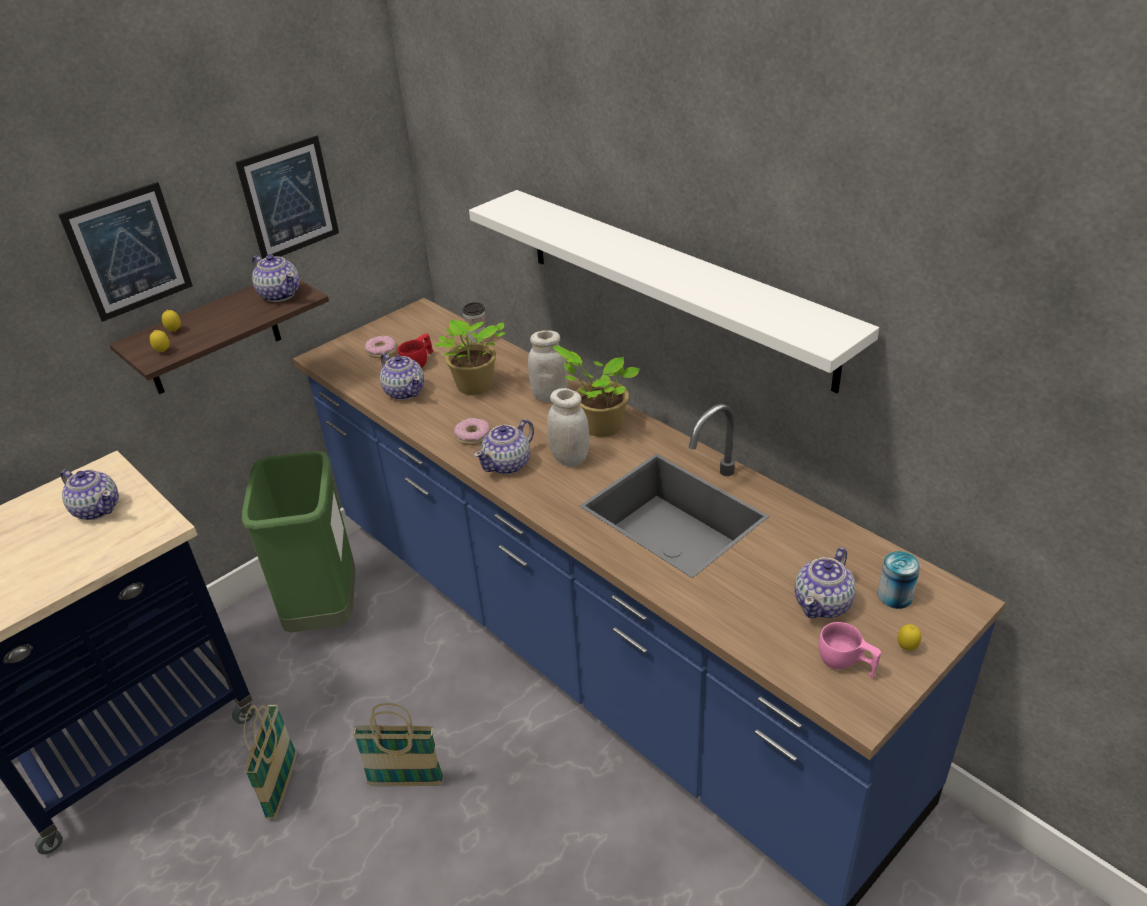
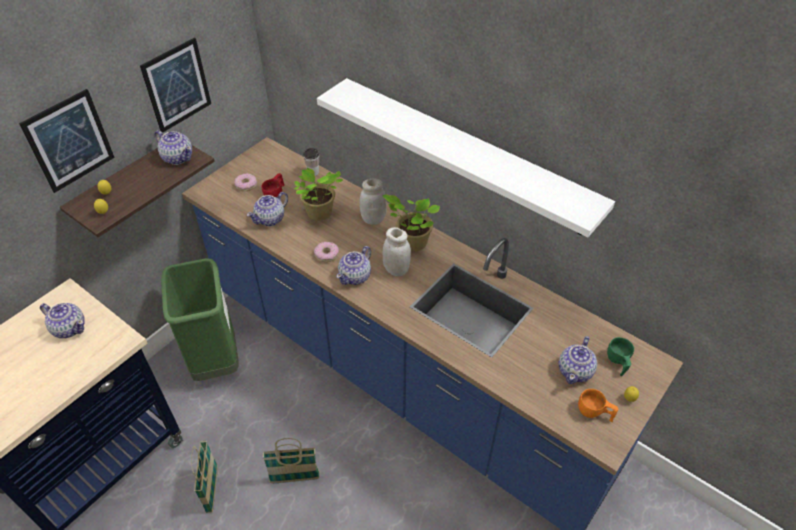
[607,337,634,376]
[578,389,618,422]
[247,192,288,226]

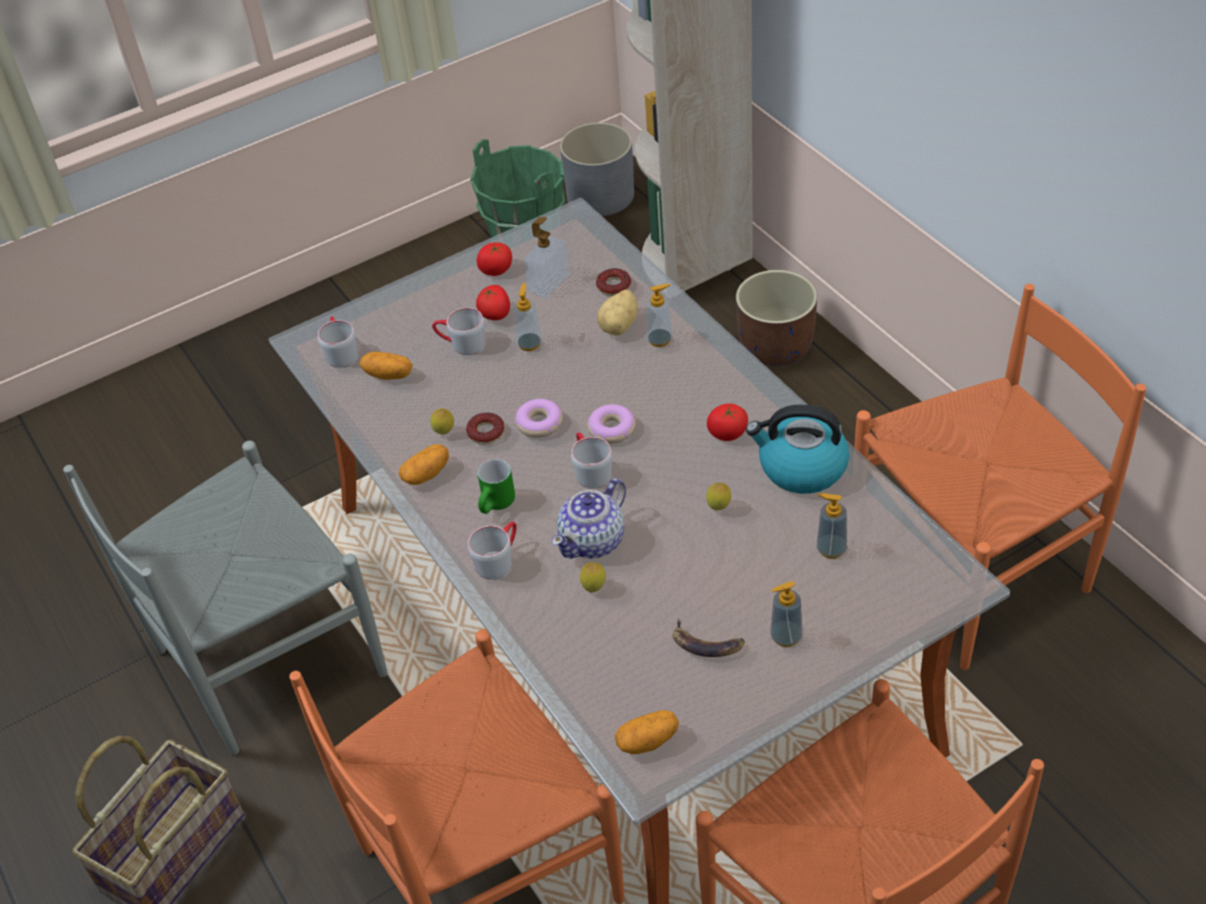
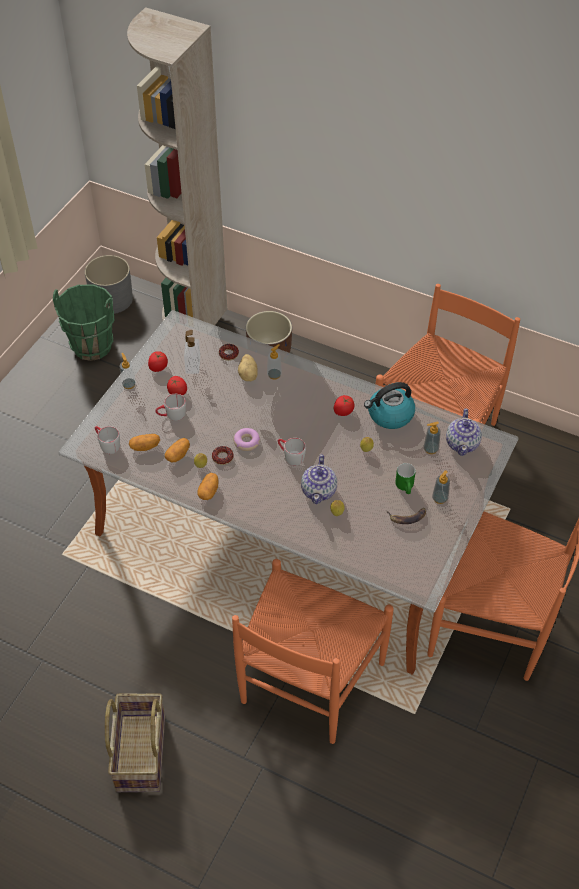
[63,441,388,755] (first image)
[468,522,517,580] (first image)
[587,404,636,444] (first image)
[446,409,482,456]
[395,463,415,494]
[120,353,136,389]
[165,438,190,462]

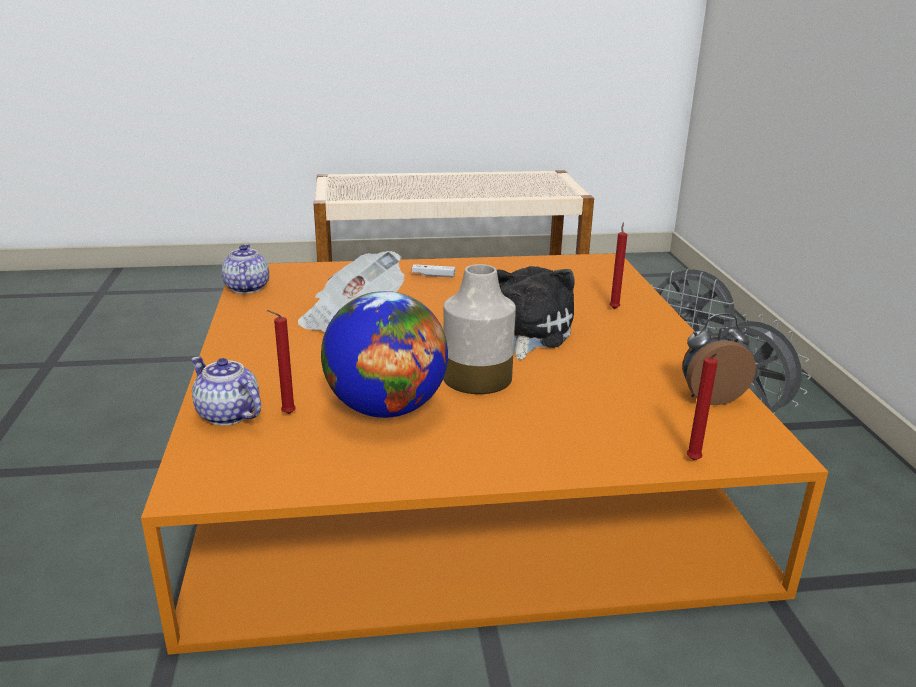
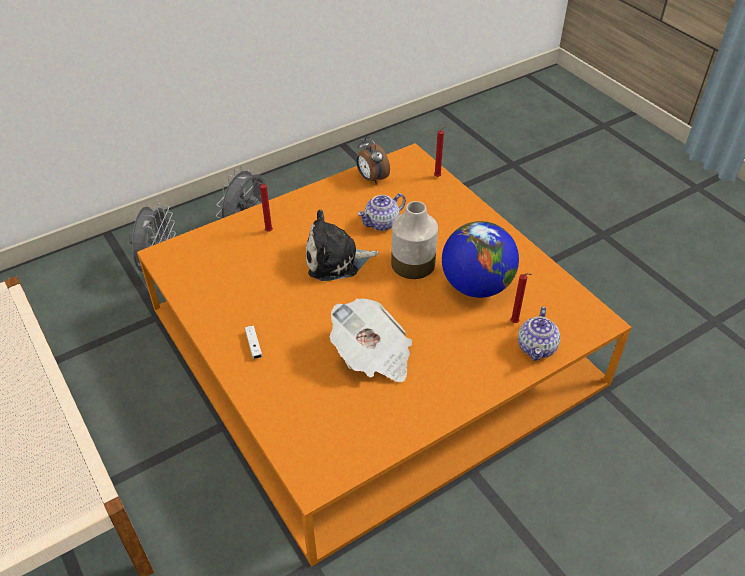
[358,193,406,231]

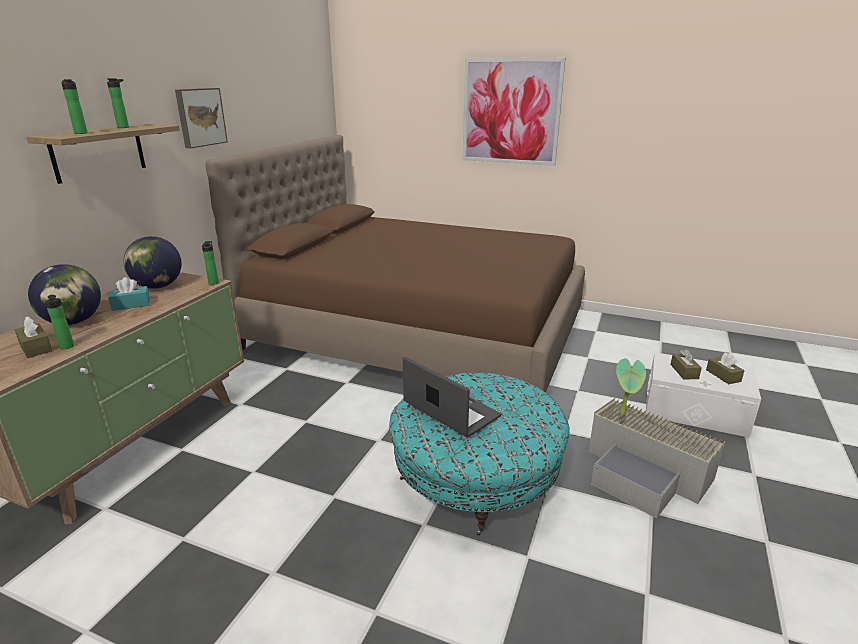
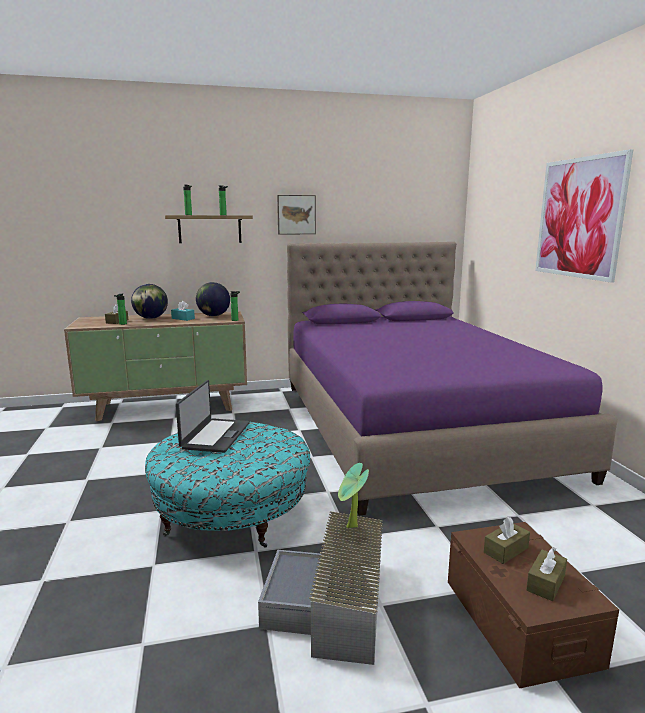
[287,242,618,516]
[448,522,619,688]

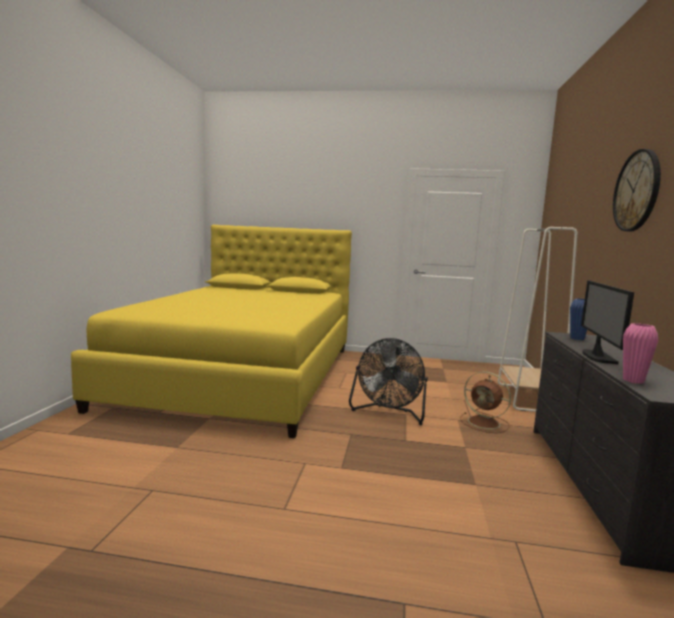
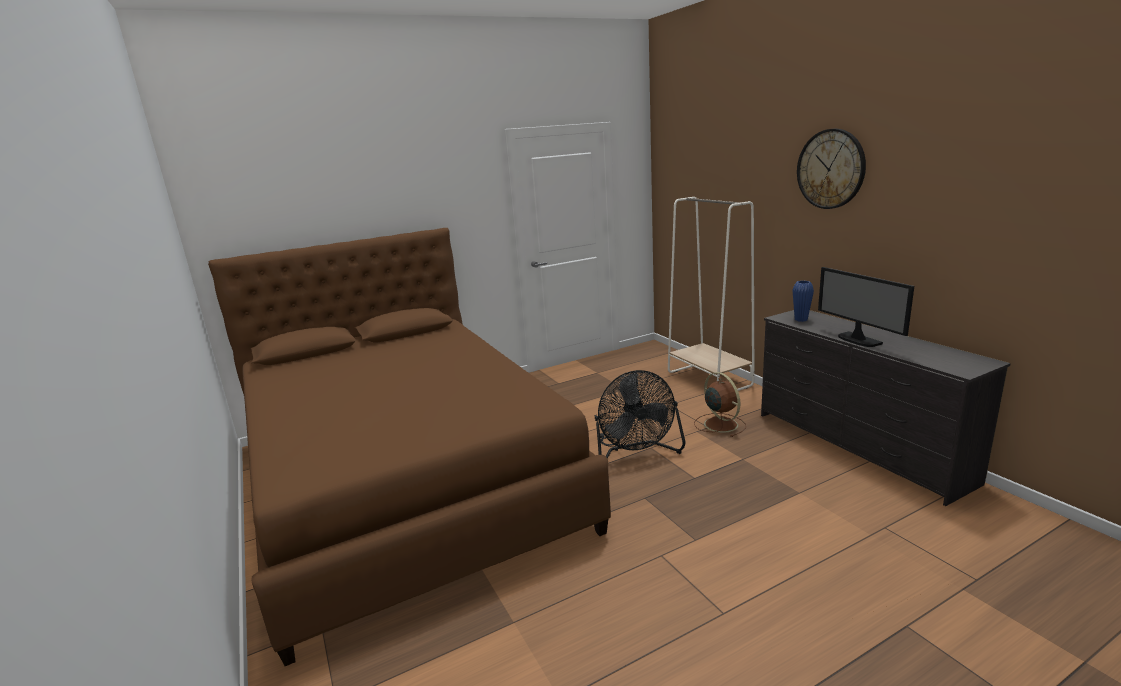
[623,323,659,384] (first image)
[208,228,611,666]
[694,372,746,437]

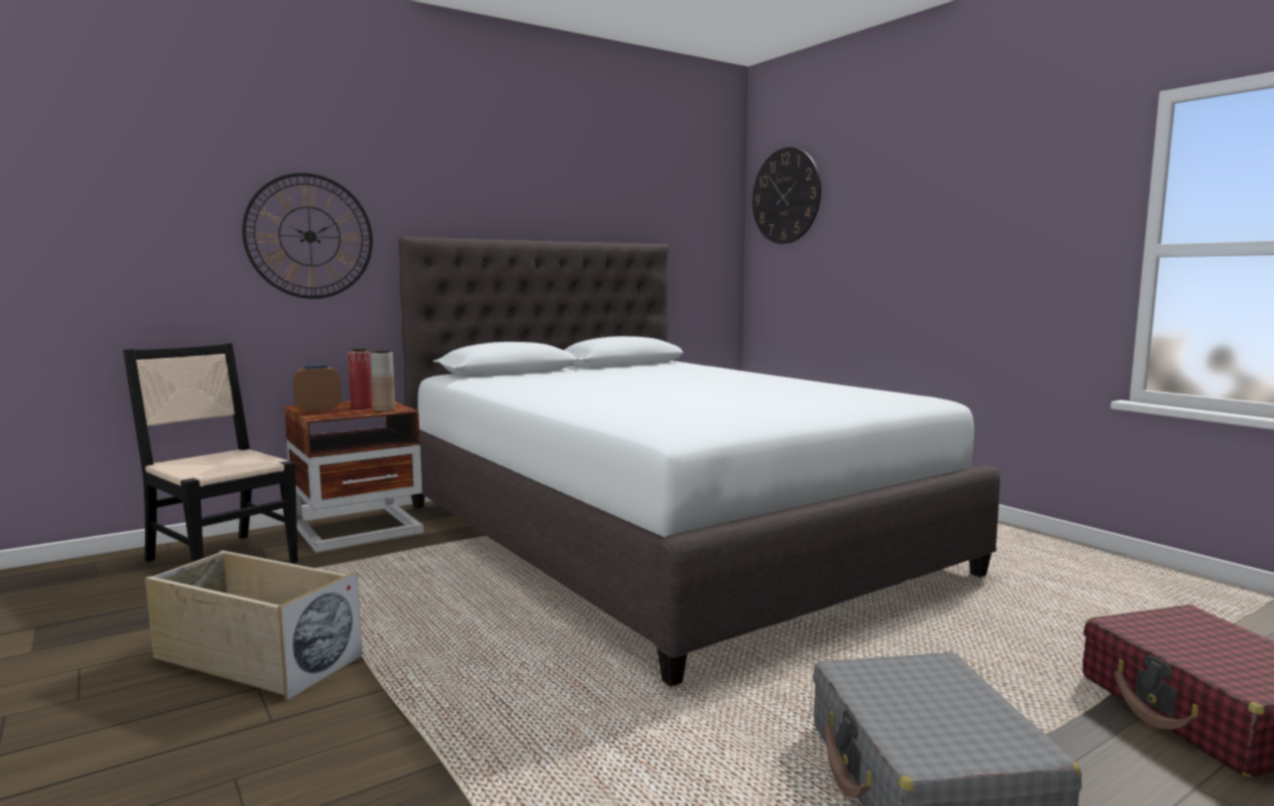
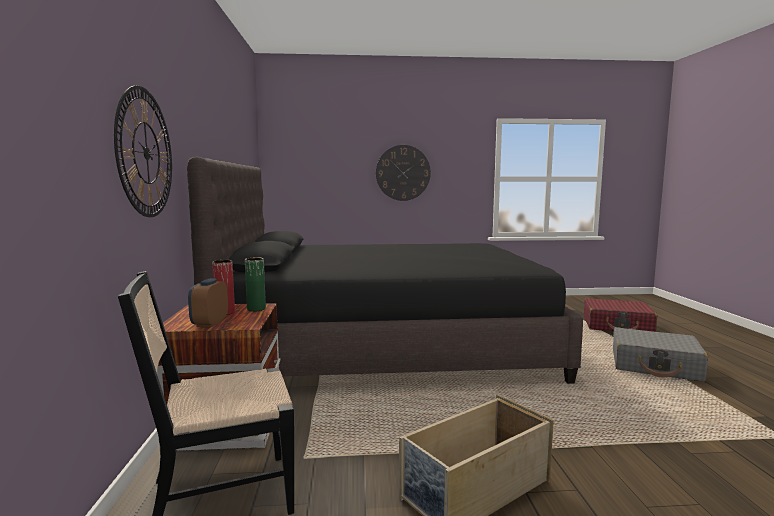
[376,145,431,201]
[245,257,266,311]
[187,157,583,384]

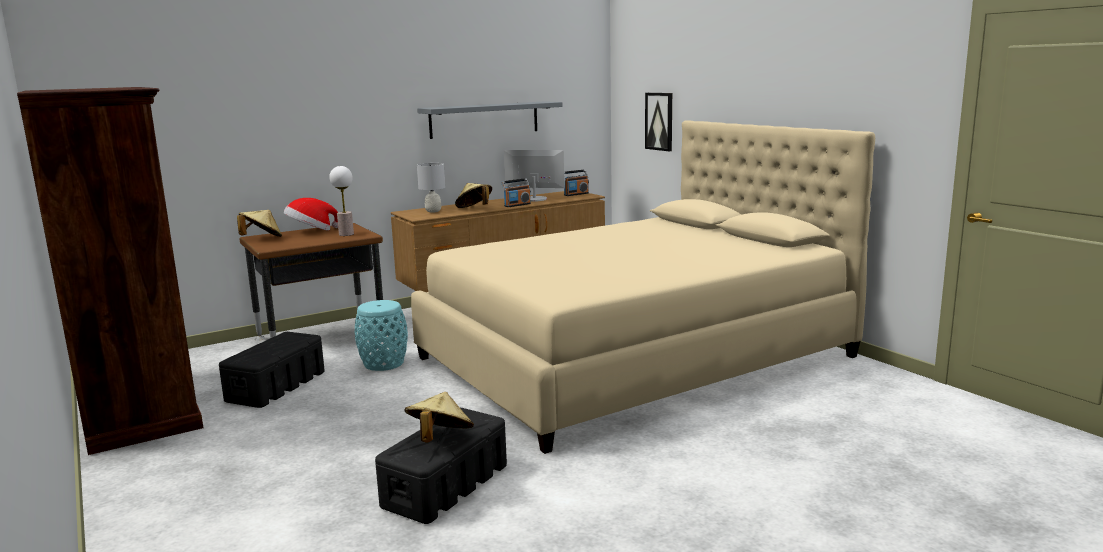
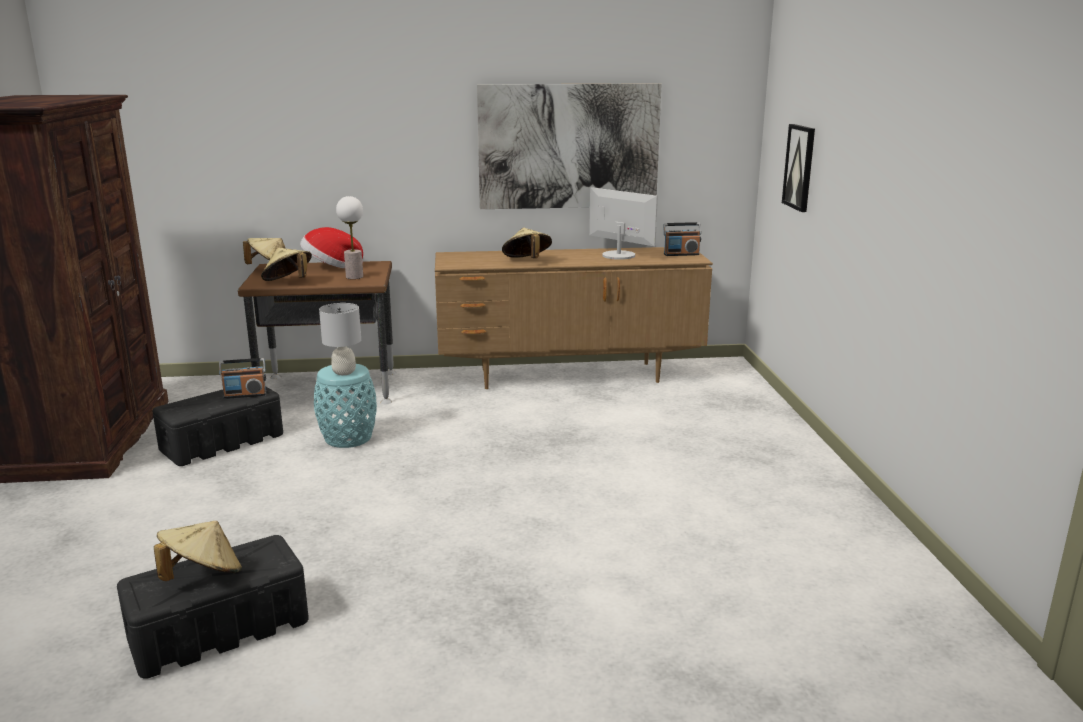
[411,120,875,454] (first image)
[261,248,312,281]
[319,303,361,375]
[219,358,267,399]
[477,83,662,209]

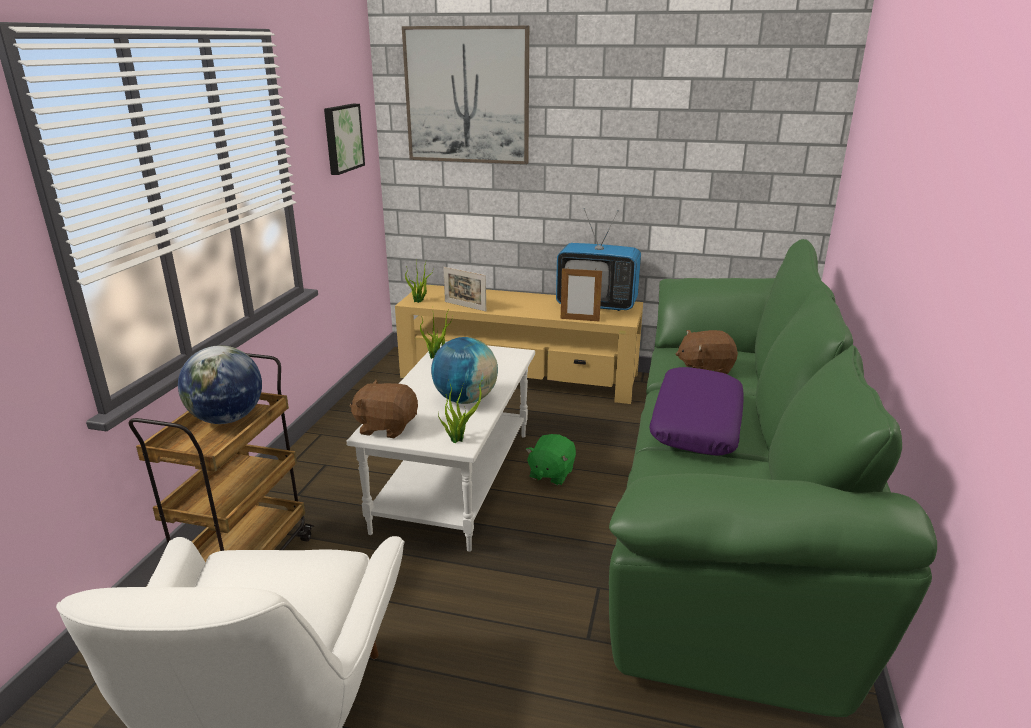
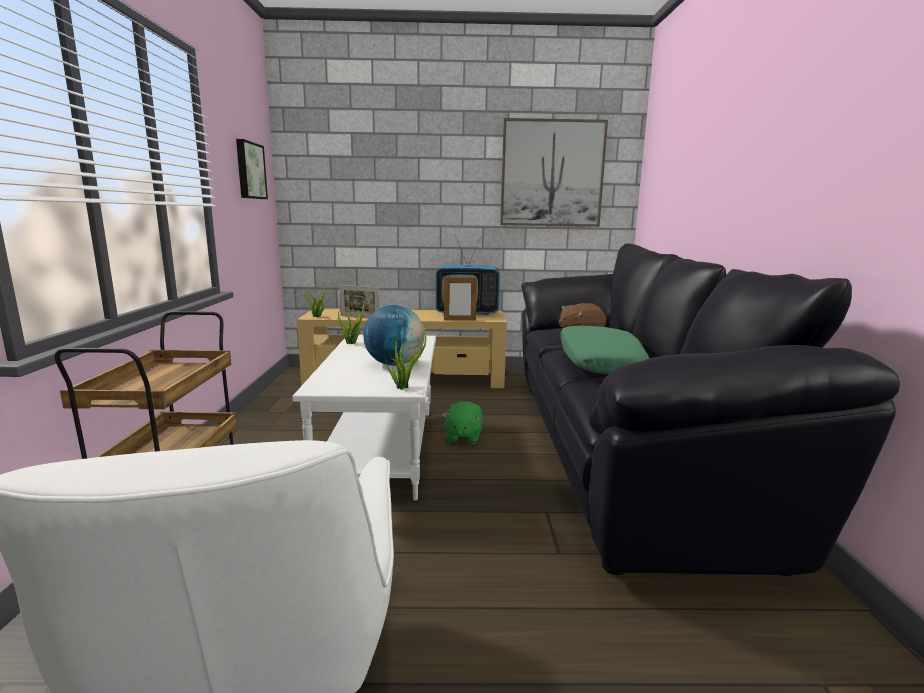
[178,345,262,424] (first image)
[350,380,418,438] (first image)
[500,118,608,227]
[521,243,900,576]
[560,326,649,374]

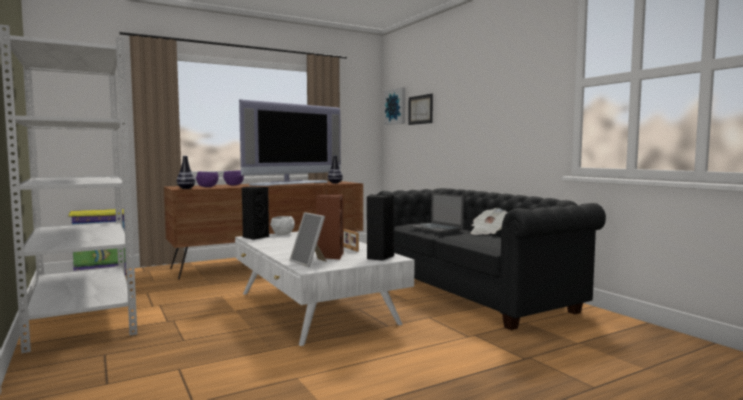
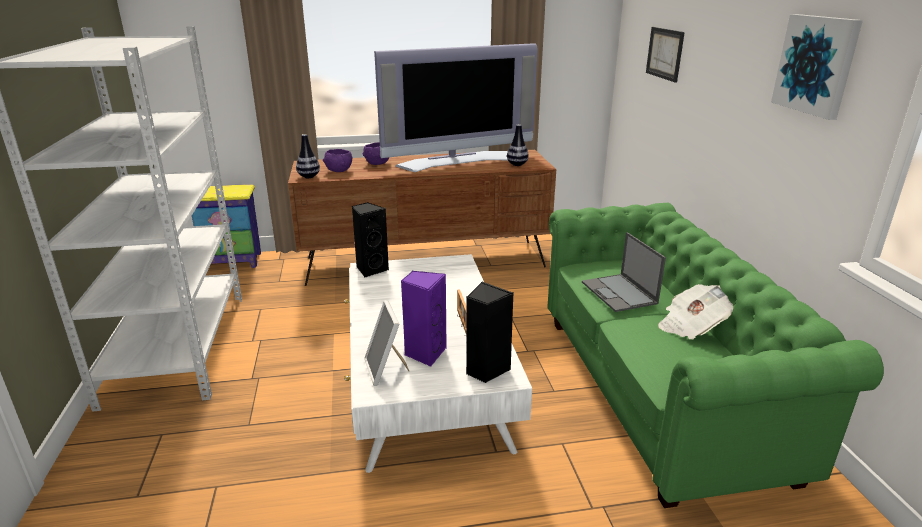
[270,216,295,235] (first image)
[771,14,863,120]
[401,271,447,366]
[547,203,884,508]

